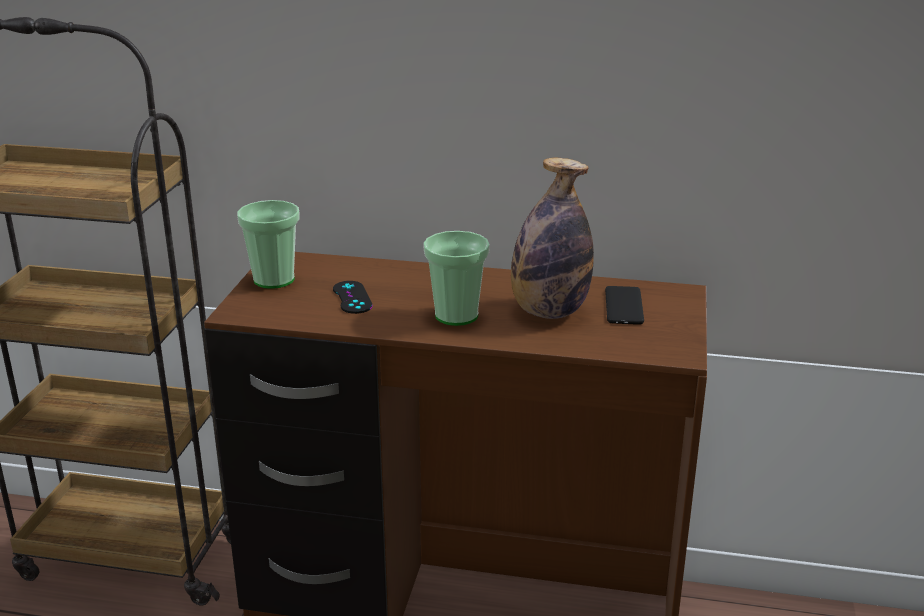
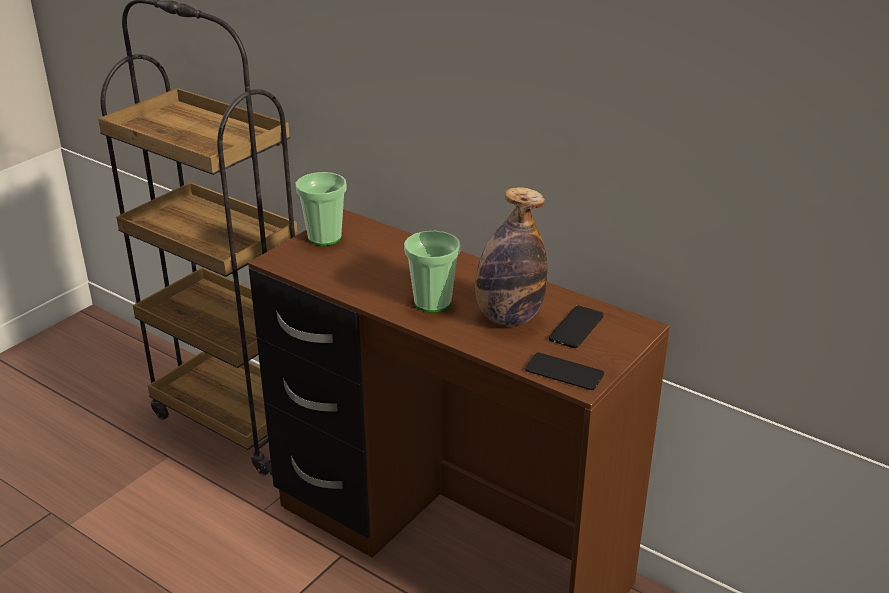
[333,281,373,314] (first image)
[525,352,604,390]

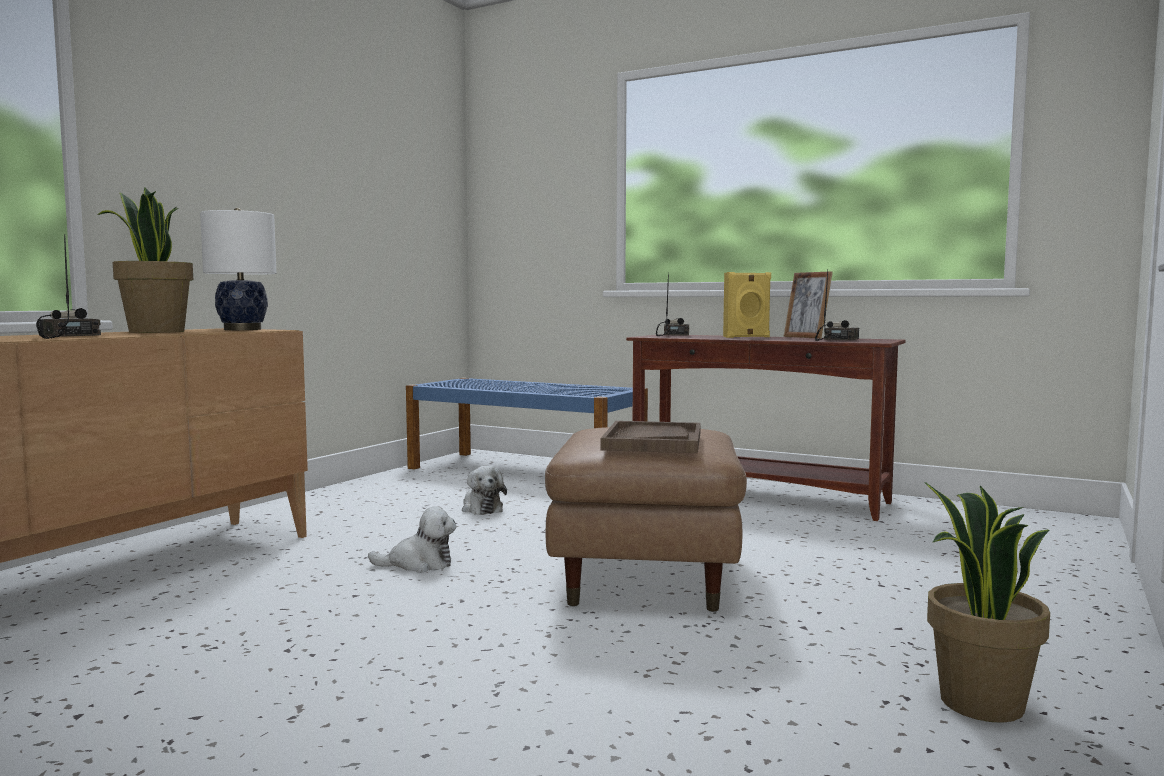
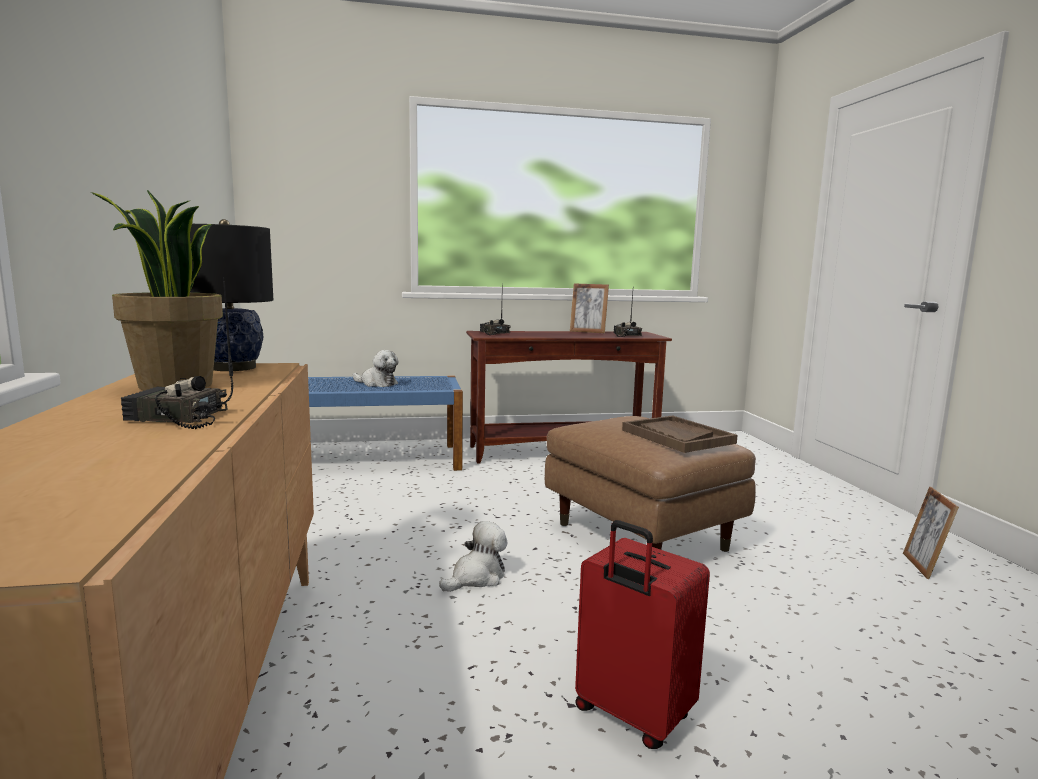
[723,272,771,338] (first image)
[575,520,710,749]
[353,350,399,387]
[903,486,959,579]
[190,219,273,371]

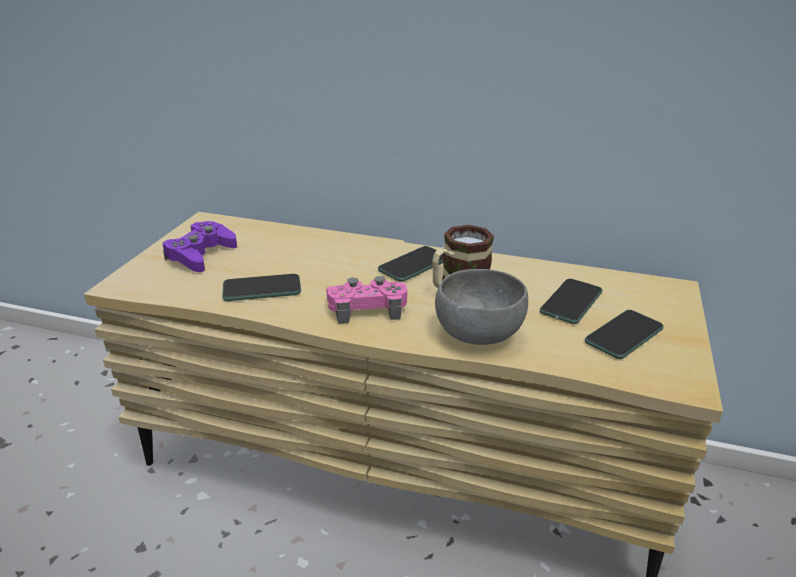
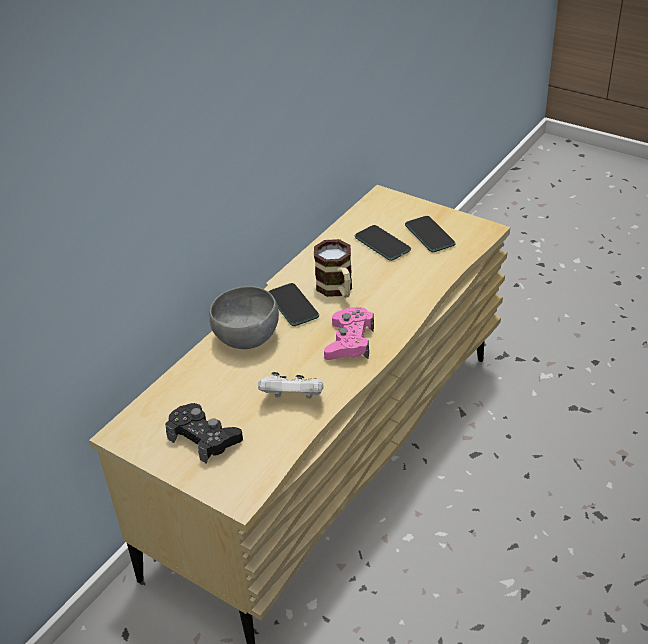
[210,286,279,349]
[258,372,324,399]
[165,403,243,464]

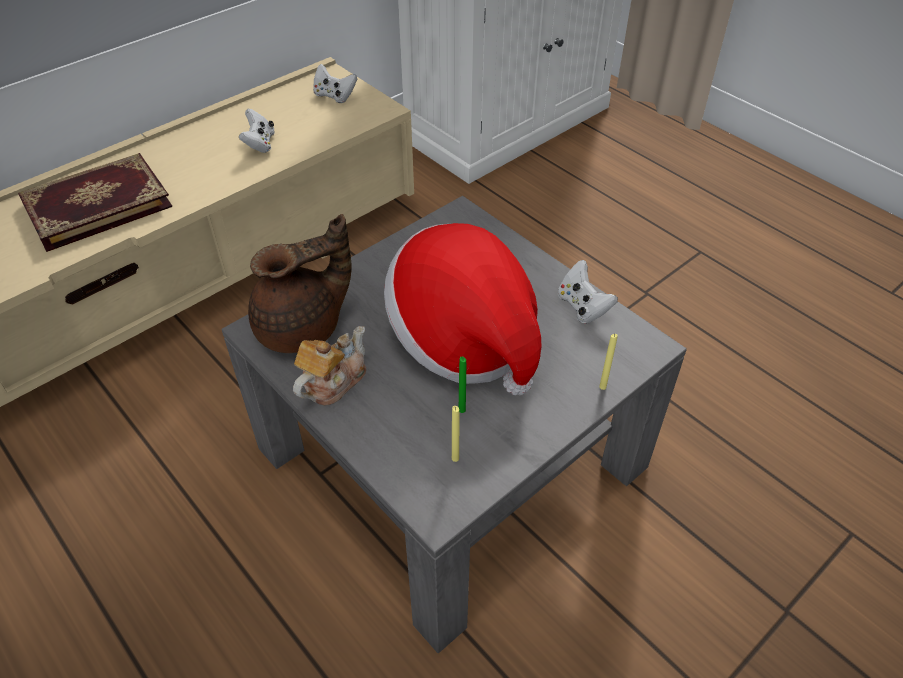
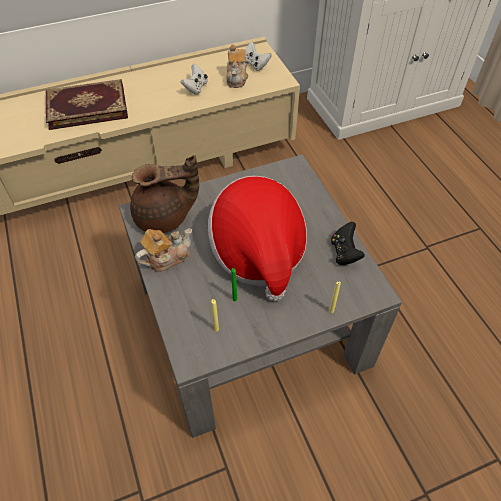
[226,44,248,88]
[331,222,365,265]

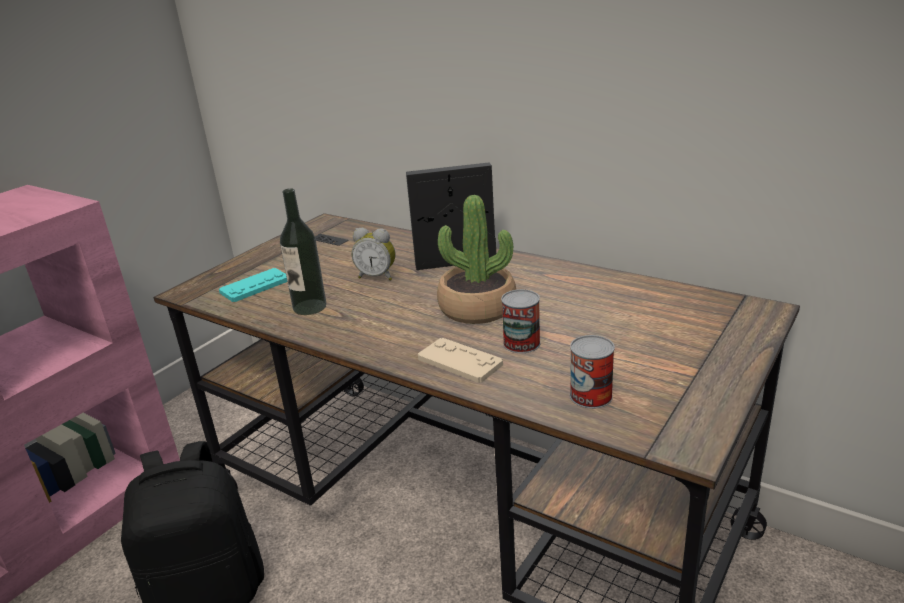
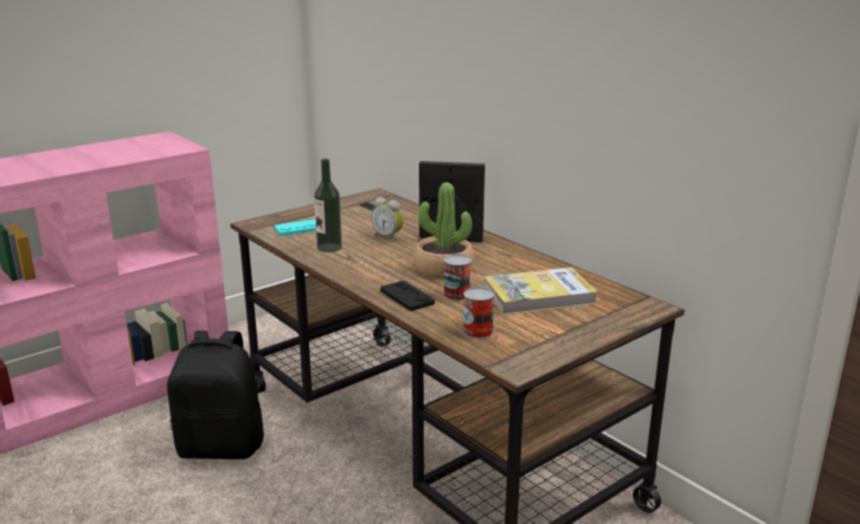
[484,267,597,315]
[380,281,435,311]

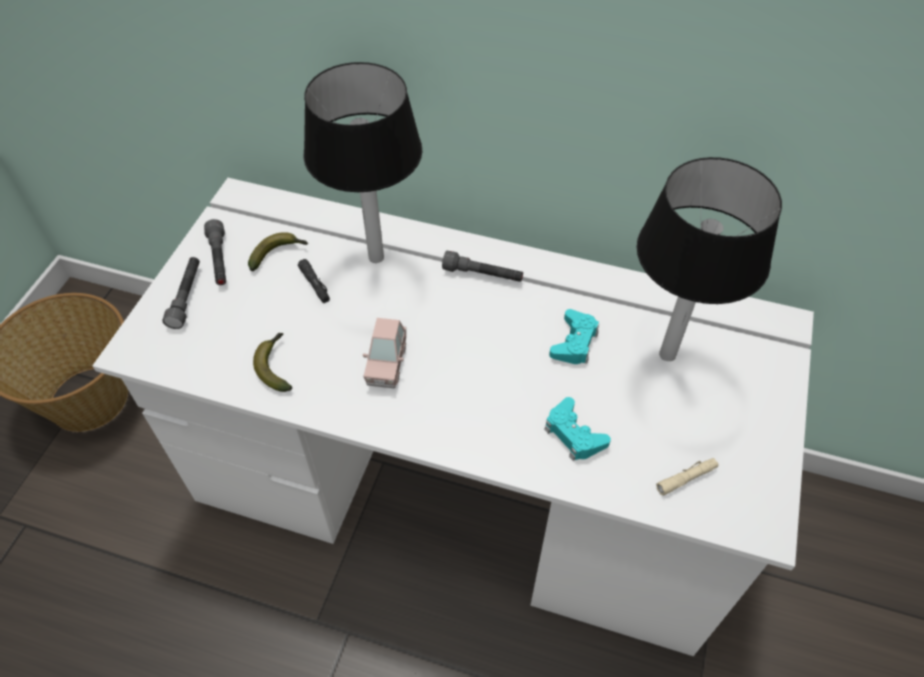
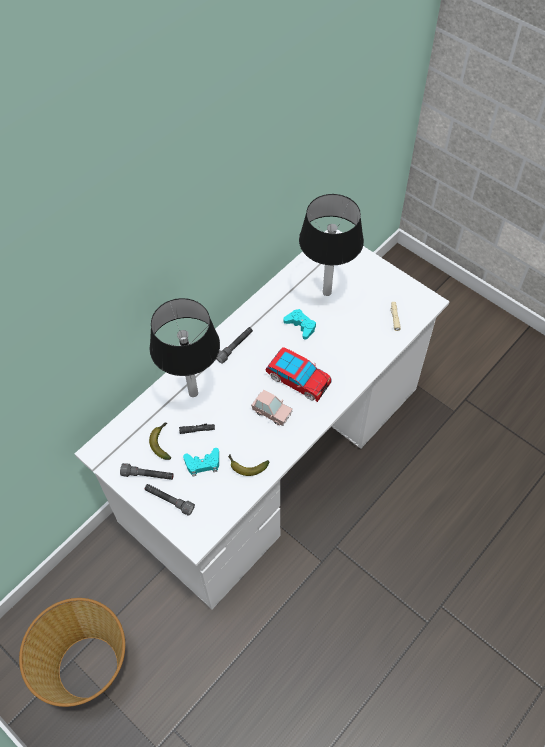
[265,347,332,402]
[183,448,219,476]

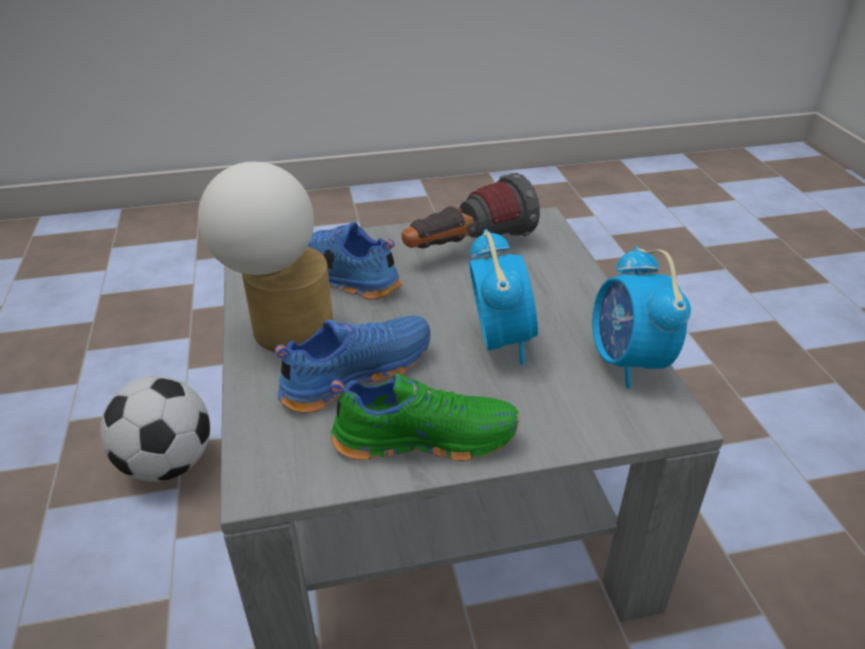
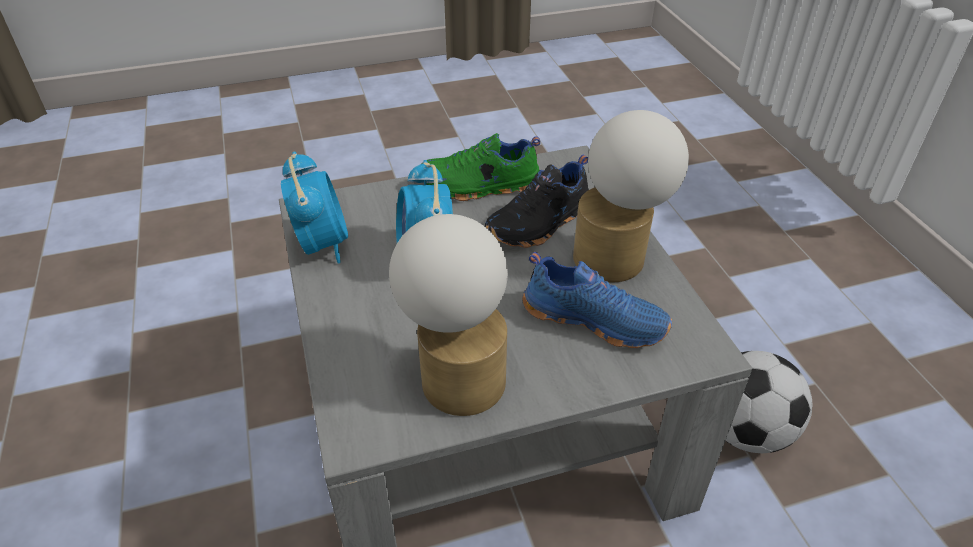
[389,214,508,416]
[485,154,589,248]

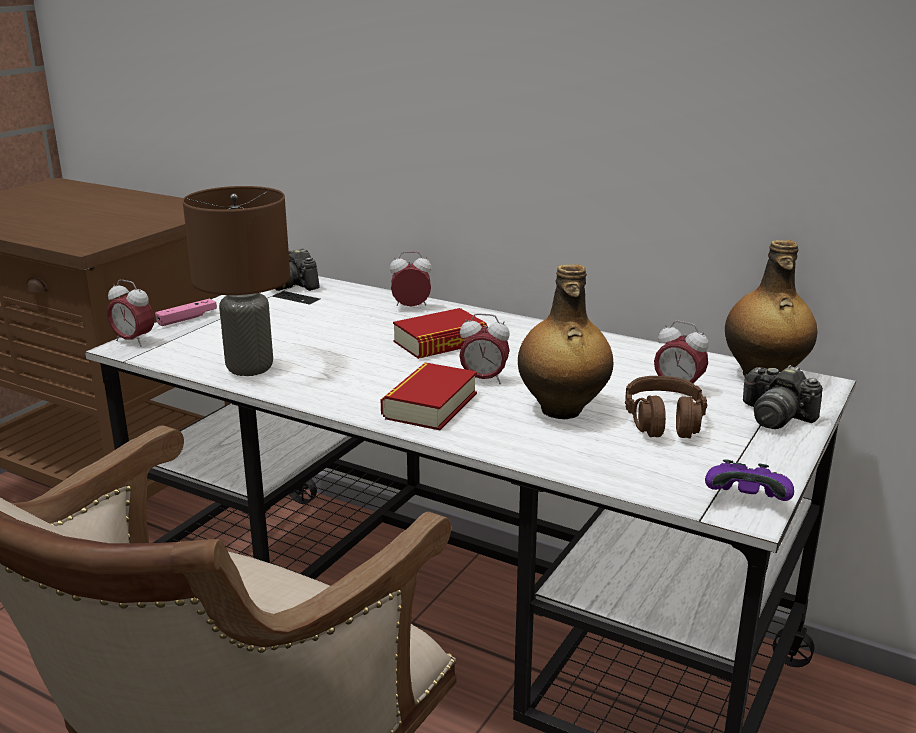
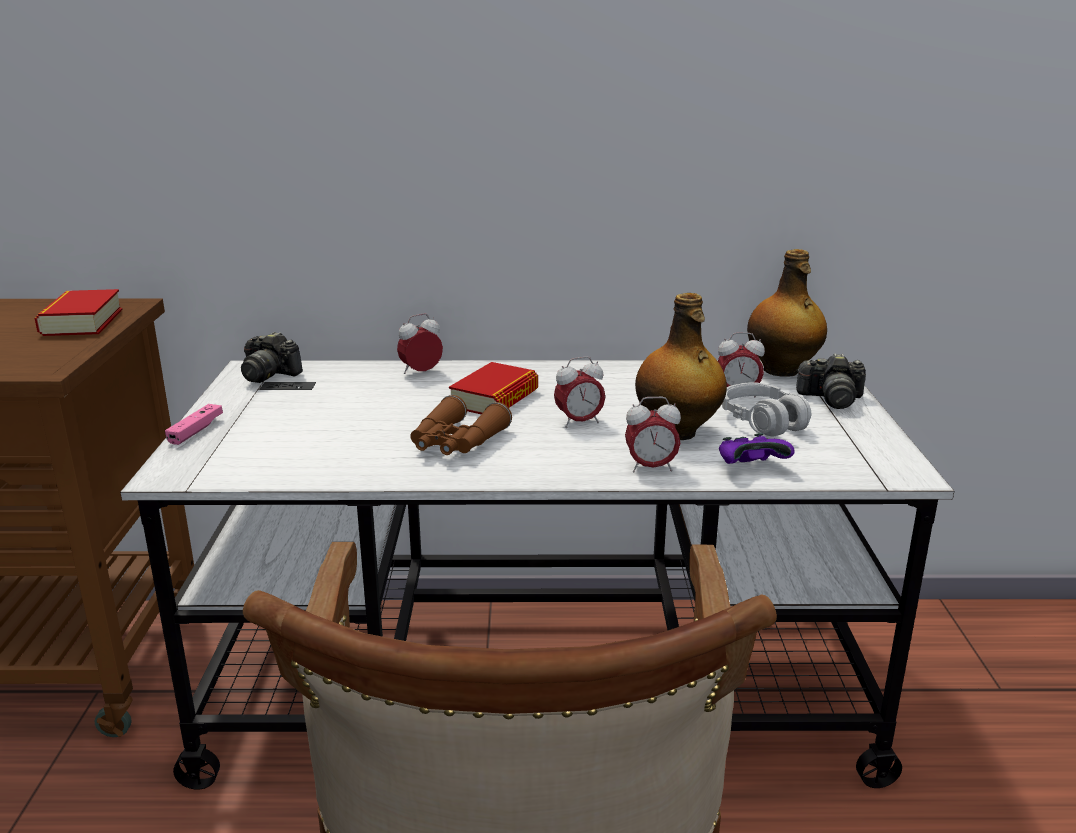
[183,186,290,376] (first image)
[410,395,512,455]
[625,397,681,472]
[34,289,122,336]
[719,433,795,464]
[722,382,811,436]

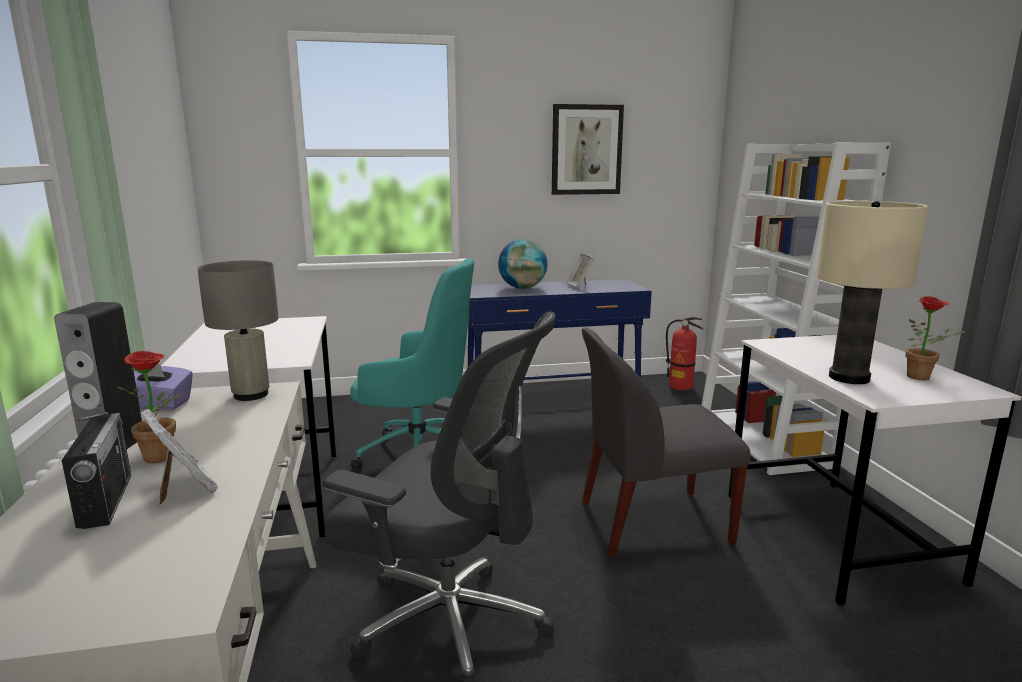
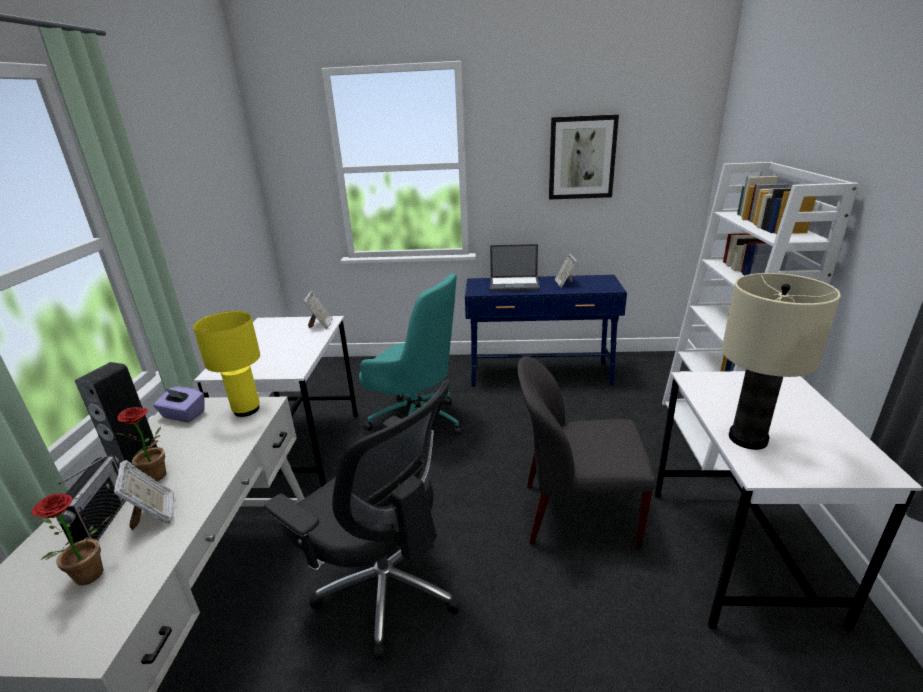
[666,317,703,391] (first image)
[304,291,333,329]
[31,493,112,585]
[490,244,540,291]
[193,311,260,417]

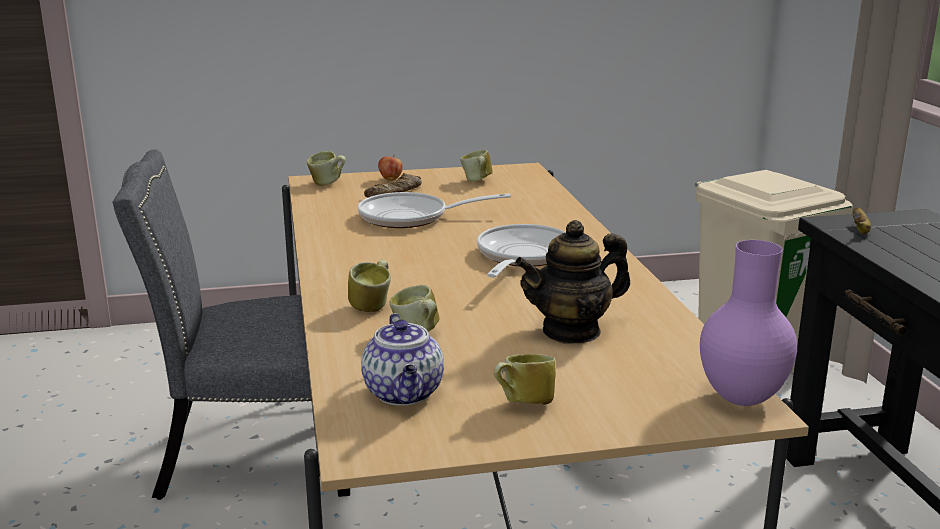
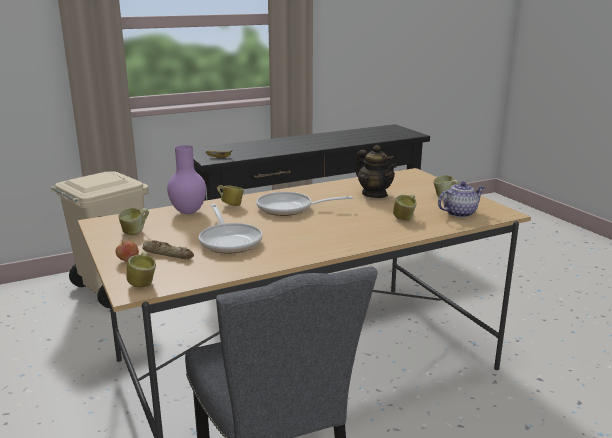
[217,185,244,206]
[167,145,206,214]

